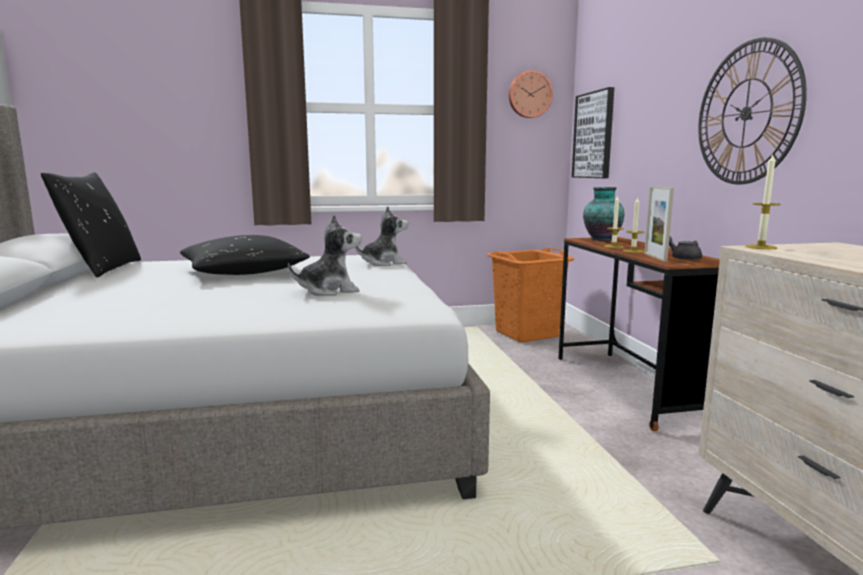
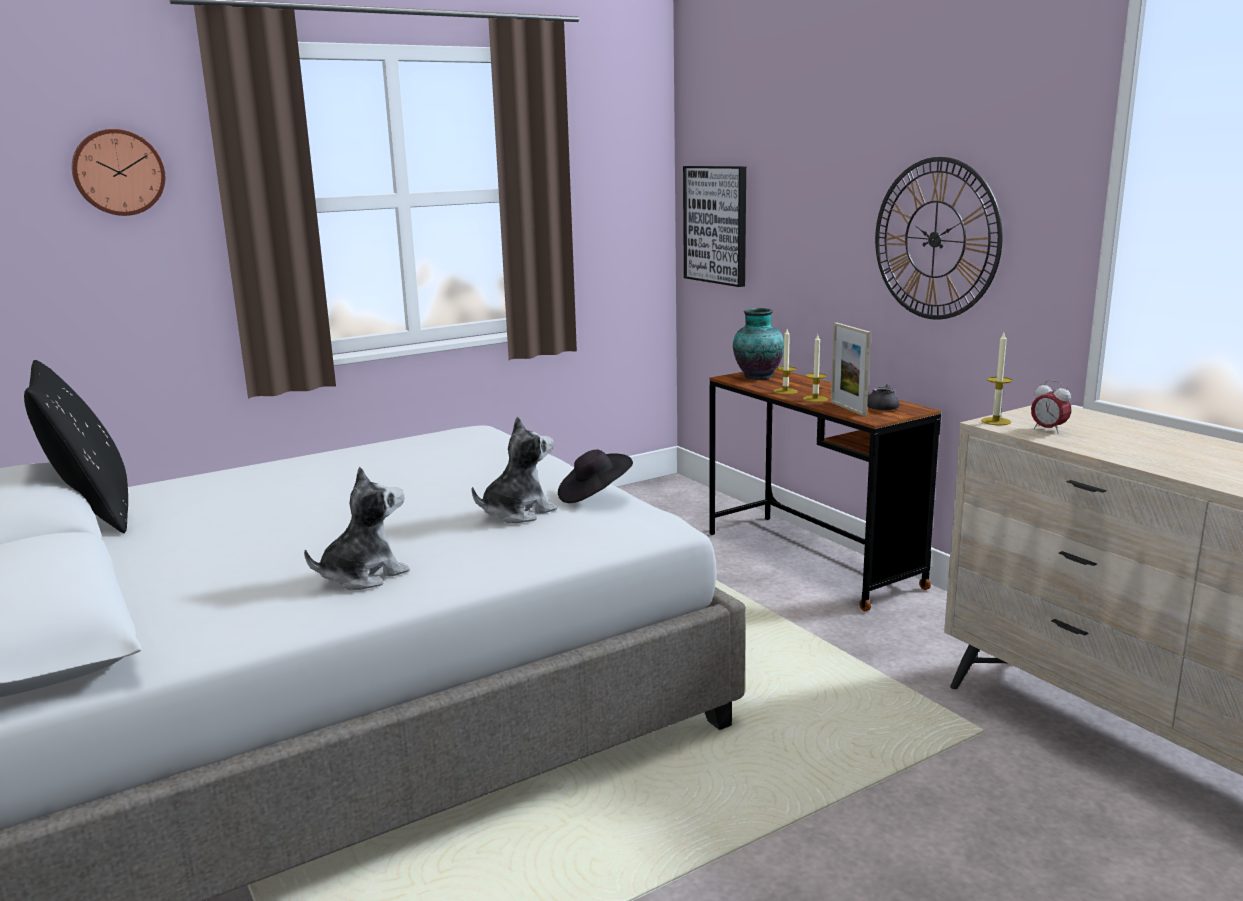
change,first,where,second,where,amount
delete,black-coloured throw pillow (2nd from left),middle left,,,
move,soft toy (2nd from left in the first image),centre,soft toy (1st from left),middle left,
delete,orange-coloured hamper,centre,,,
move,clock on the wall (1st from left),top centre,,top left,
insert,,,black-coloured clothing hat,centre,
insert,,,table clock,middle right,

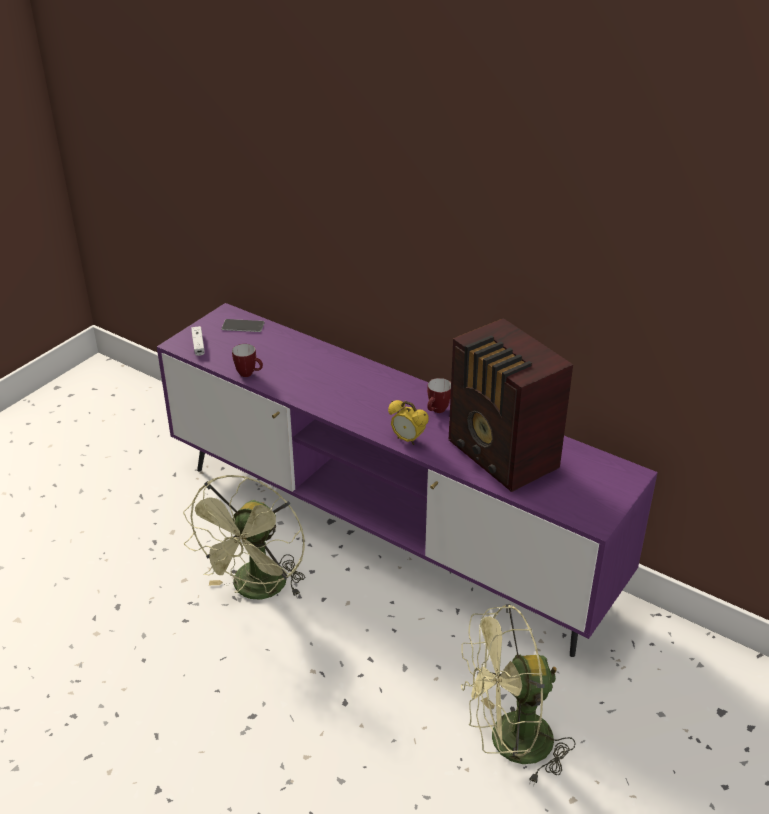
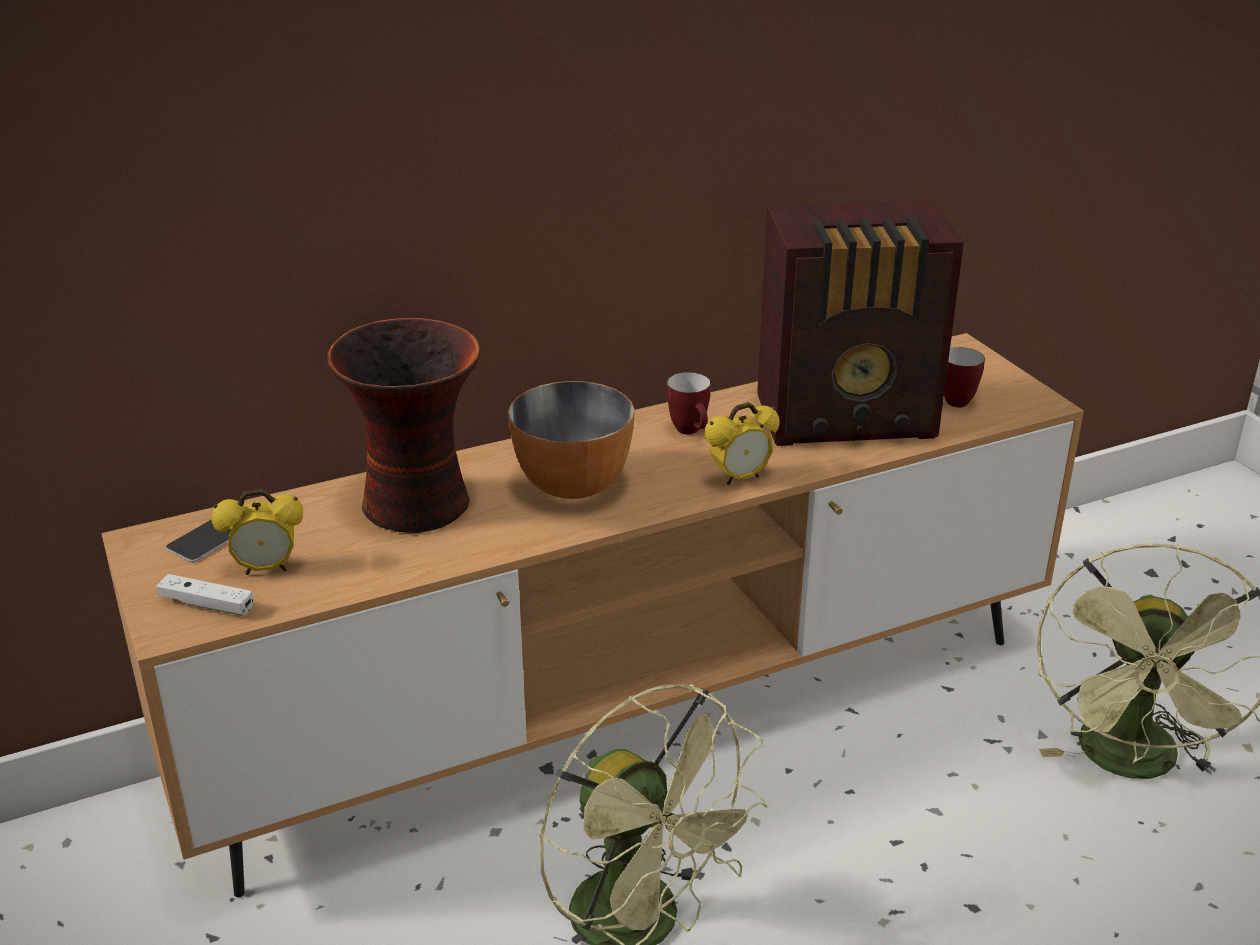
change,first,where,second,where,amount
recolor,purplish media console,centre,brownish media console,centre,
move,coffee mug (1st from left in the first image),middle left,coffee mug (2nd from left),middle right,
insert,,,table clock (1st from left),middle left,
insert,,,decorative vase,middle left,
insert,,,deep dish,centre,

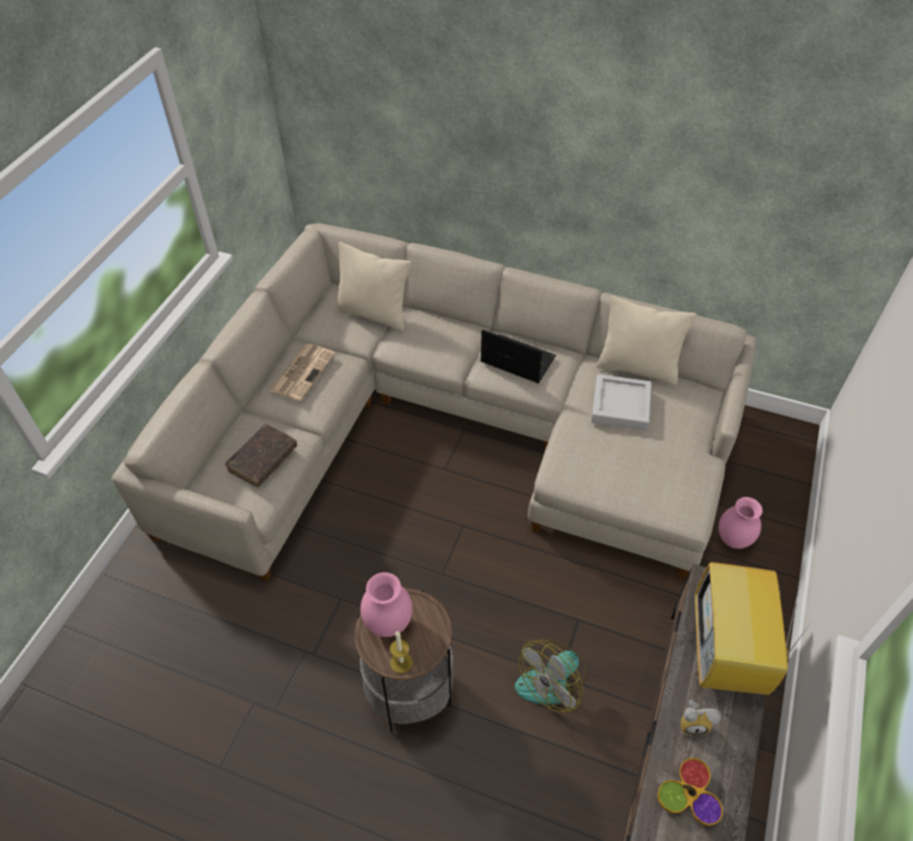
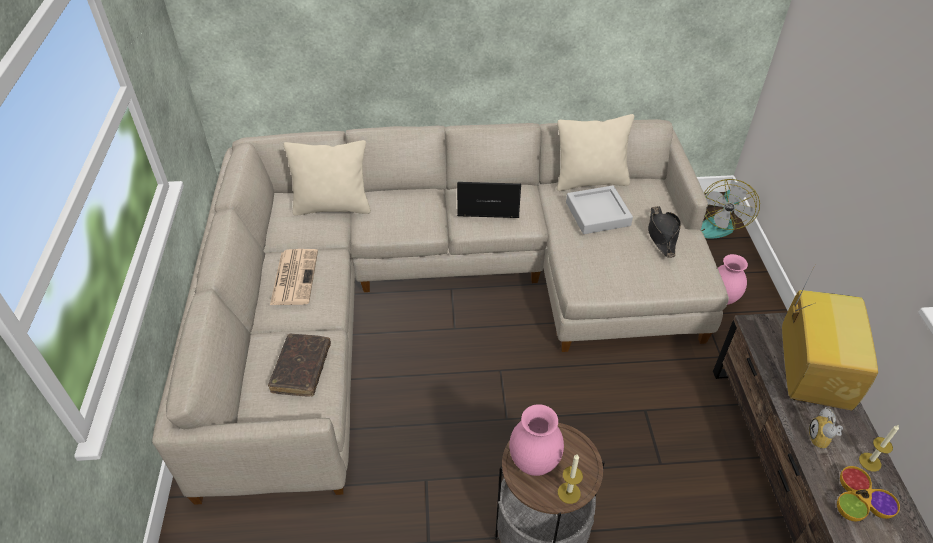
change,first,where,second,where,amount
move,cooling fan,bottom centre,,middle right,
rotate,table clock,bottom right,,bottom right,120 degrees clockwise
rotate,TV,bottom right,,middle right,150 degrees counterclockwise
insert,,,black-coloured clothing hat,middle right,
insert,,,candle (2nd from left),bottom right,

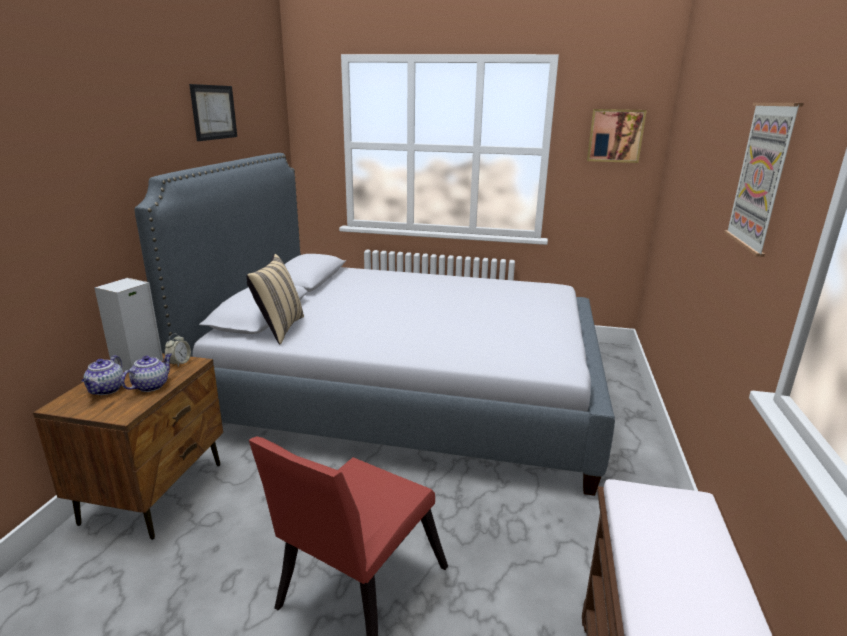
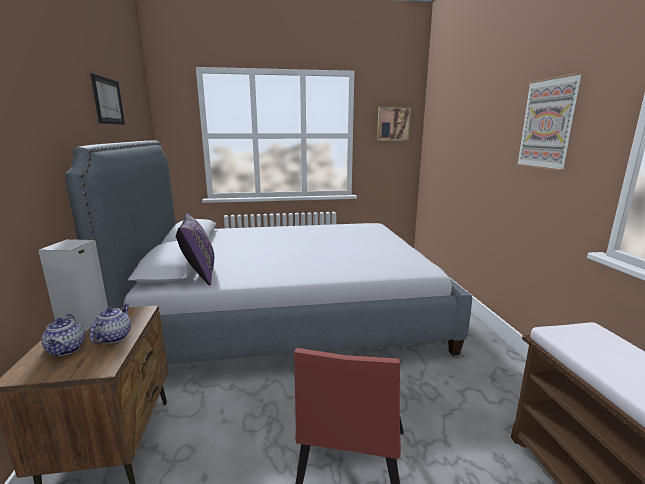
change,first,where,second,where,amount
delete,table clock,middle left,,,
recolor,beige-coloured throw pillow,middle left,purplish throw pillow,middle left,

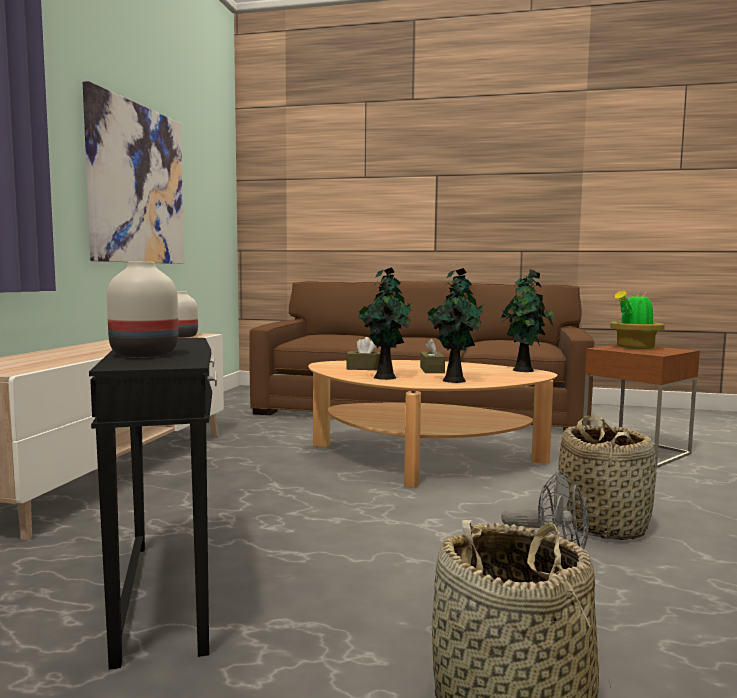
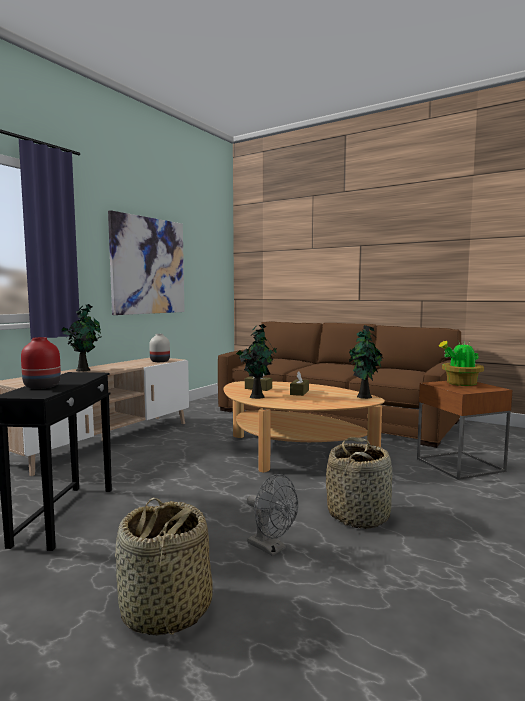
change,first,where,second,where,amount
recolor,white-coloured decorative vase (1st from left),middle left,reddish decorative vase,middle left,
move,plant in a pot (2nd from left in the first image),centre,plant in a pot (1st from left),middle left,

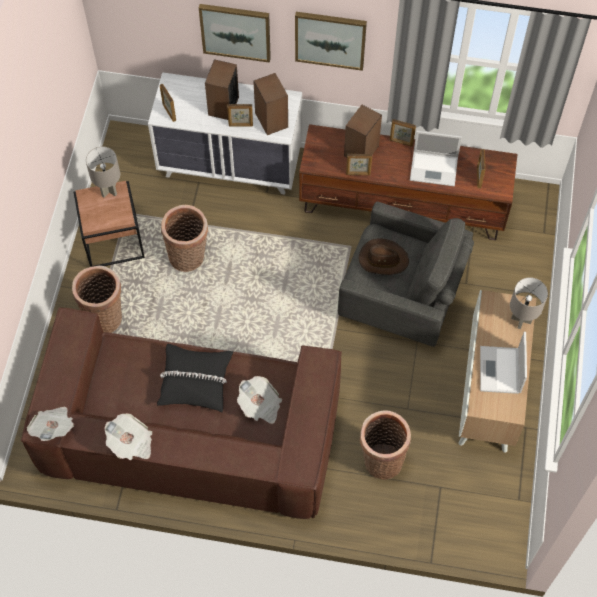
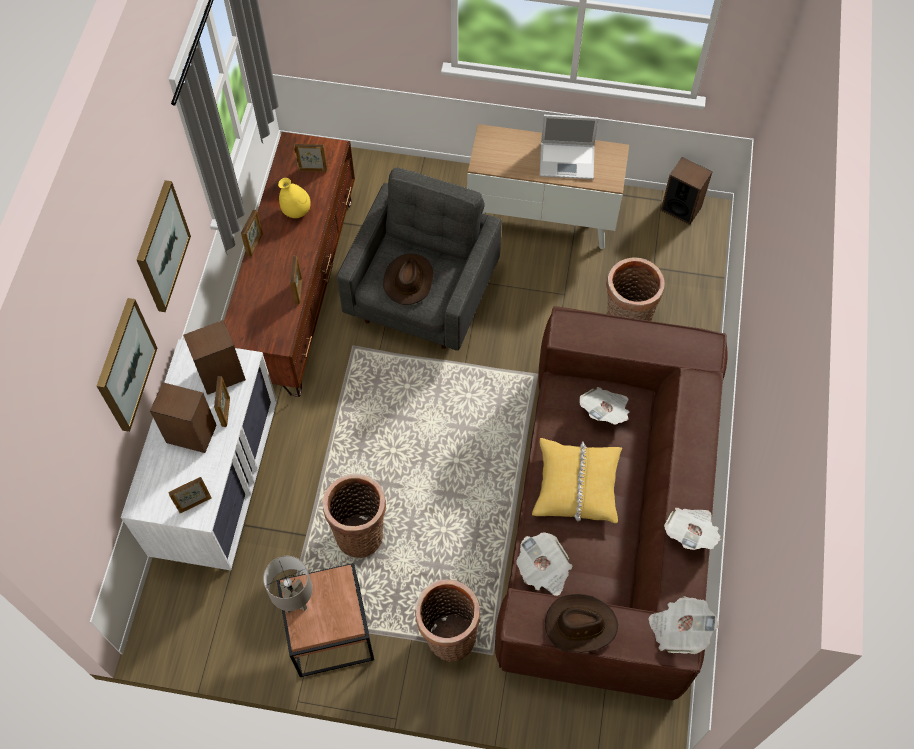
change,first,where,second,where,amount
recolor,black-coloured throw pillow,middle left,yellow-coloured throw pillow,centre,
move,audio speaker (3rd from left),top centre,,top right,
replace,portable computer (1st from left),top right,yellow-coloured decorative vase,top left,
delete,greyish lamp for a table (2nd from left),middle right,,,
insert,,,newspaper (1st from left),bottom centre,
insert,,,brownish clothing hat (2nd from left),bottom centre,

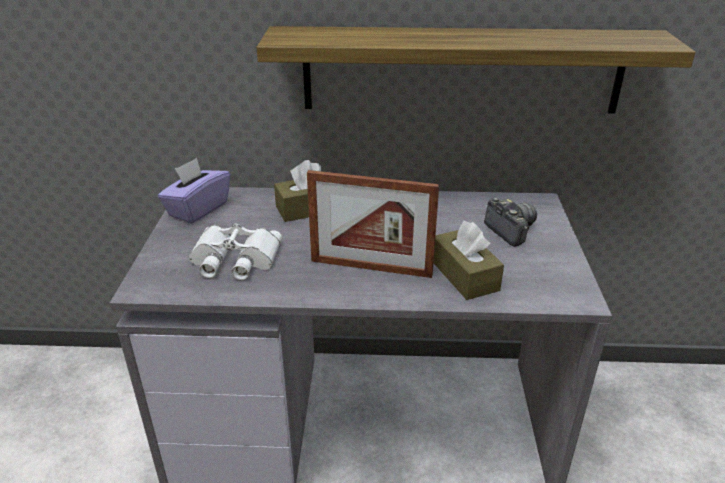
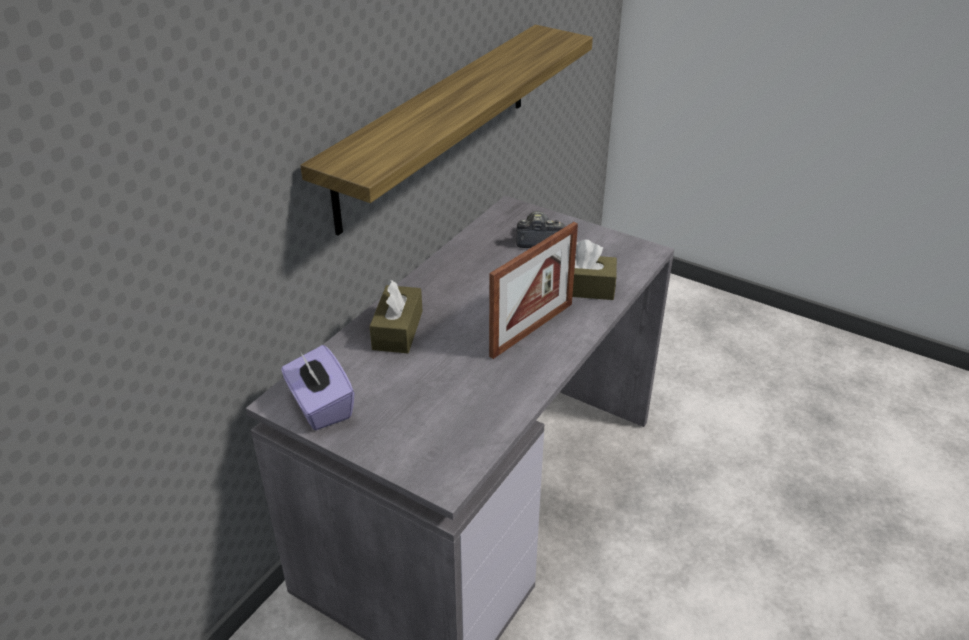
change,first,where,second,where,amount
delete,white-coloured field glasses,middle left,,,

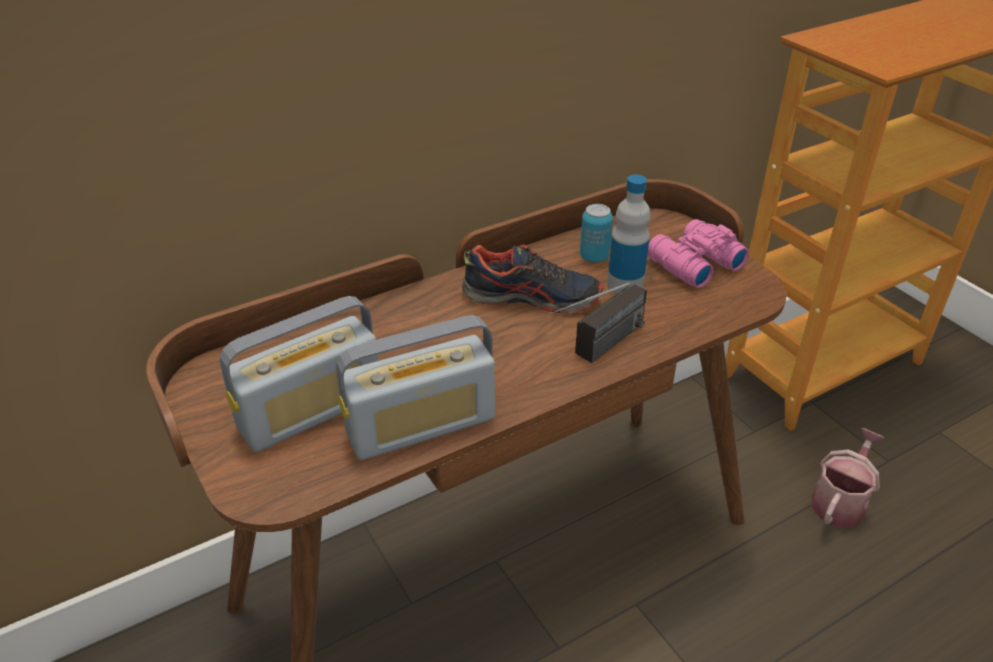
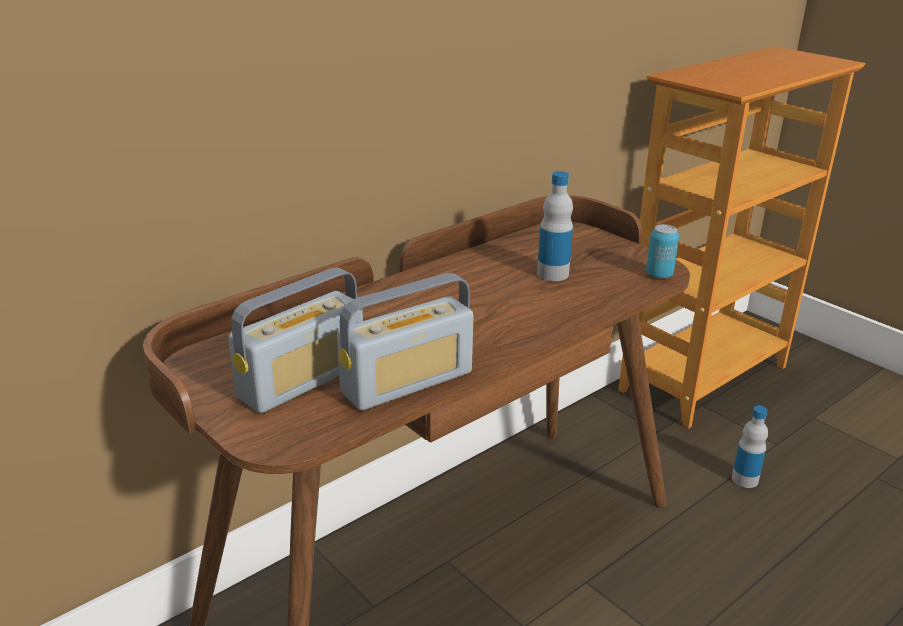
change,first,where,second,where,amount
delete,item of footwear,centre,,,
delete,radio (3rd from left),centre,,,
move,sealed can,centre,,middle right,
delete,pink-coloured field glasses,middle right,,,
replace,sprinkling can,bottom right,drink bottle (2nd from left),bottom right,

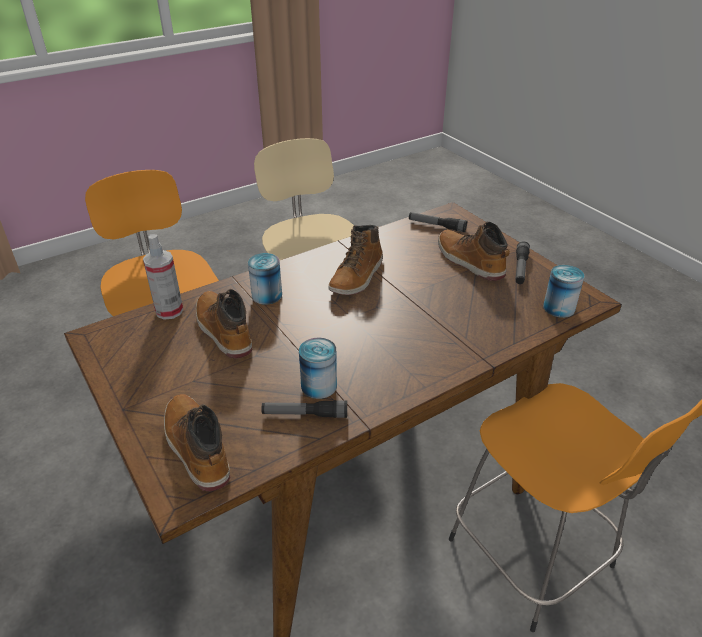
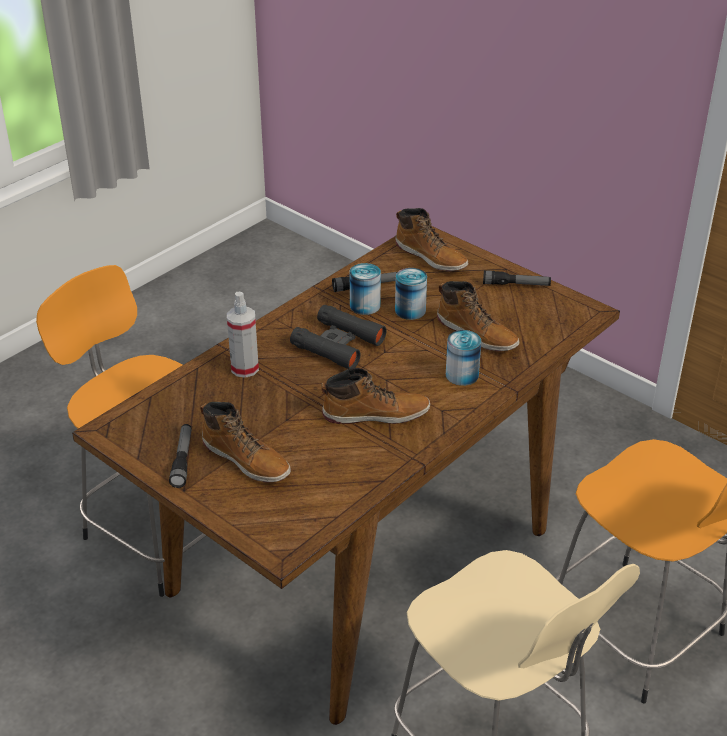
change,first,where,second,where,amount
move,hand sprayer,middle left,,centre,
rotate,tall boot (3rd from left in the first image),centre,tall boot (2nd from left),centre,75 degrees clockwise
move,hand torch (2nd from left in the first image),centre,hand torch (3rd from left),middle right,
move,sealed can (3rd from left in the first image),middle right,sealed can (2nd from left),centre,
insert,,,black-coloured field glasses,centre,

